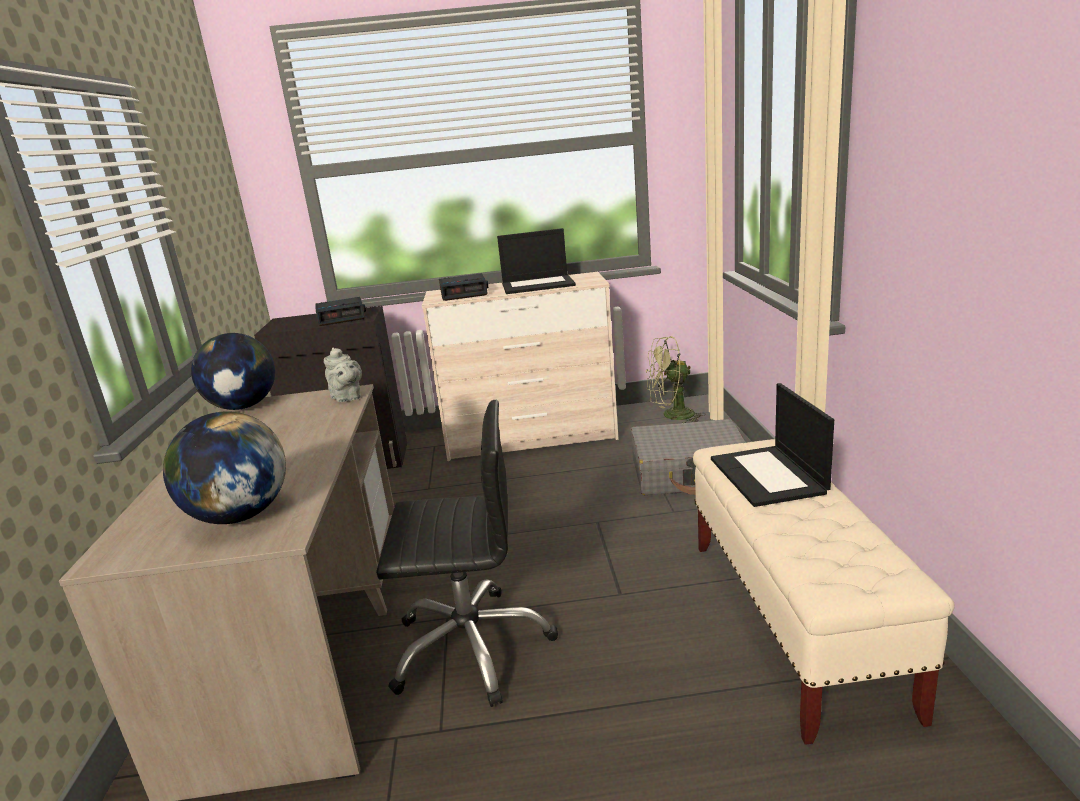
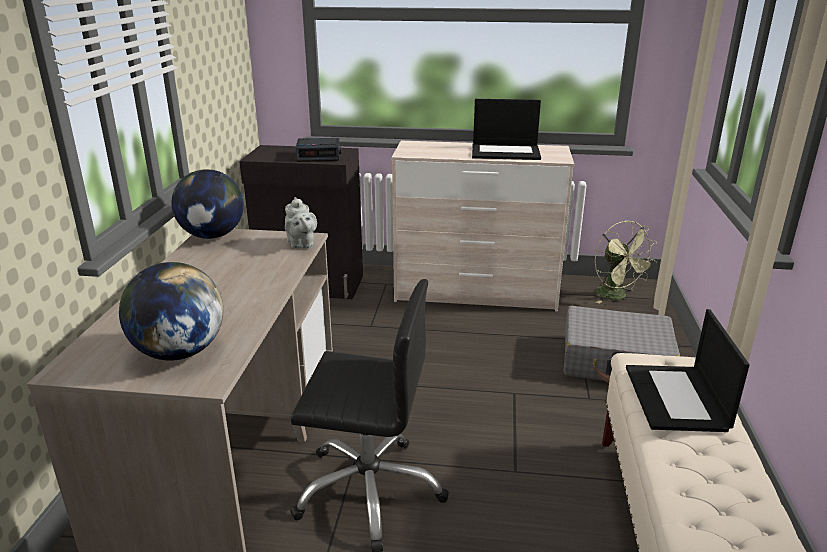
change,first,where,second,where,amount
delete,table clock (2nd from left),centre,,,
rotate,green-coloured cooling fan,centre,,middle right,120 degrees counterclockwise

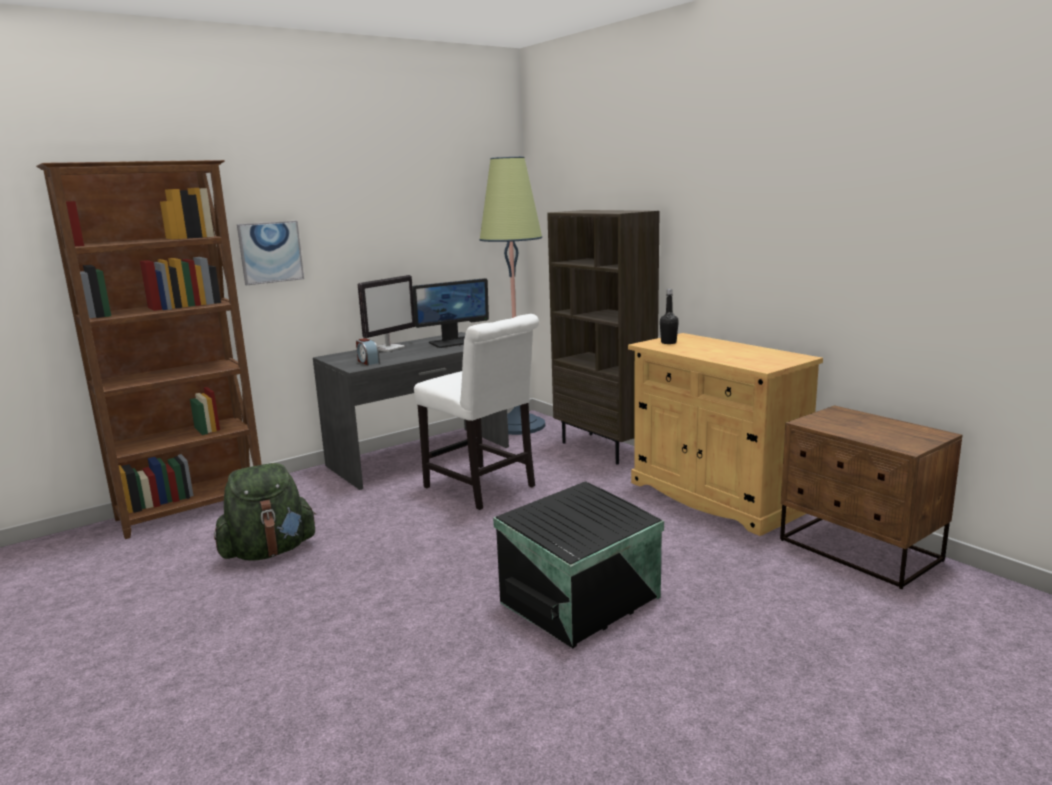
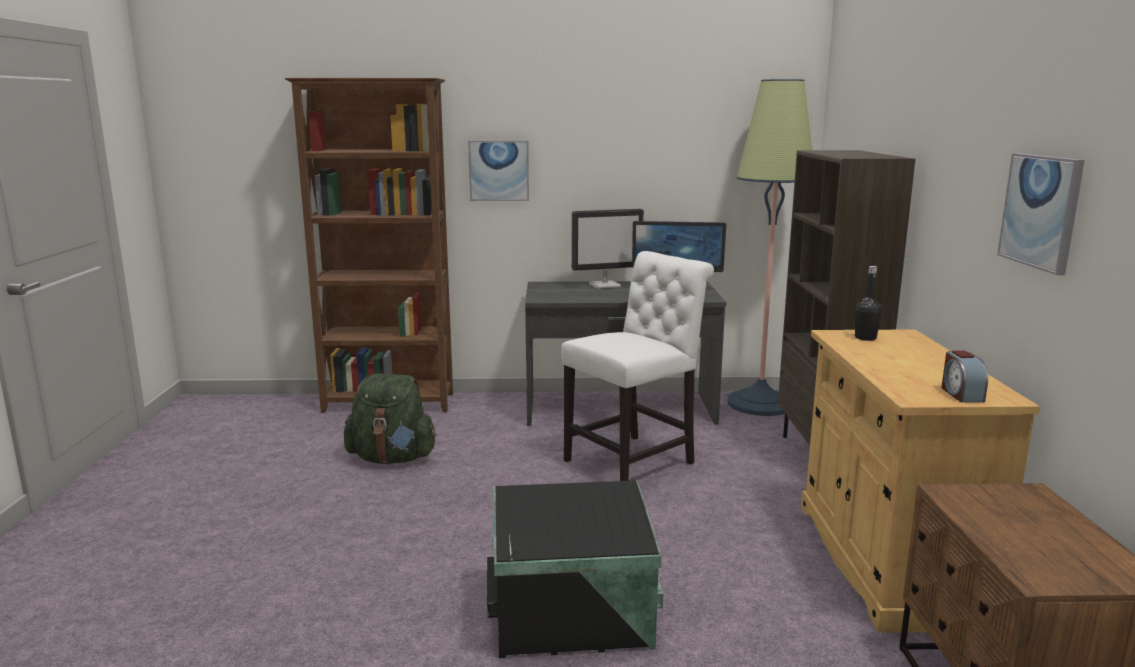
change,first,where,second,where,amount
move,table clock,centre,,middle right,
rotate,white-coloured chair,centre,,centre,120 degrees counterclockwise
insert,,,wall picture (2nd from left),top right,

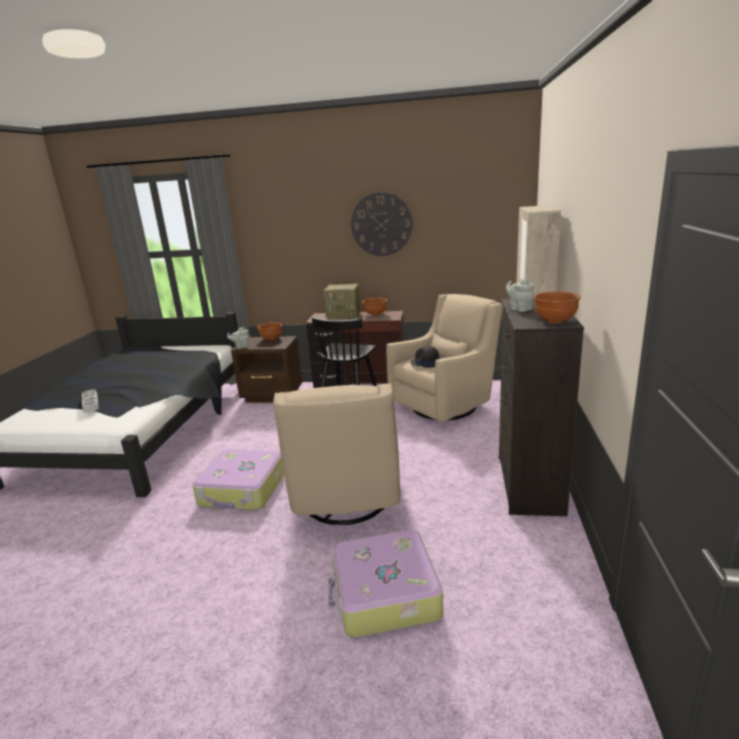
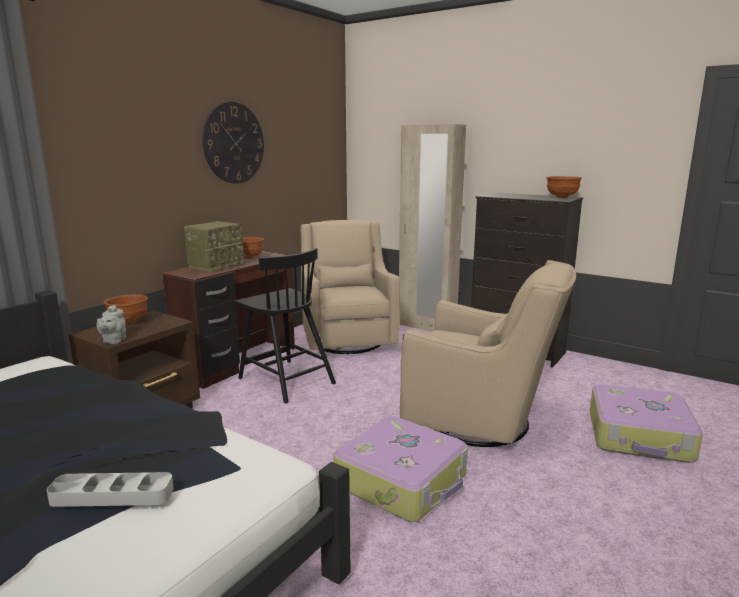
change,first,where,second,where,amount
delete,black-coloured clothing hat,centre,,,
delete,greyish teapot (2nd from left),middle right,,,

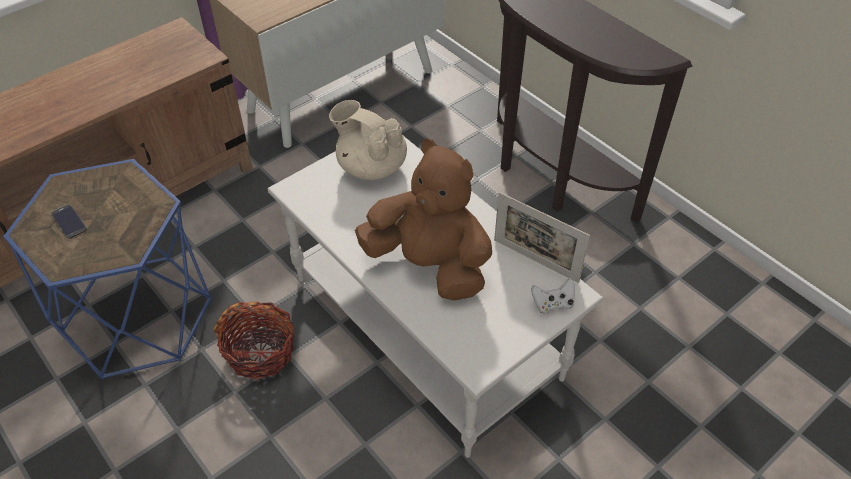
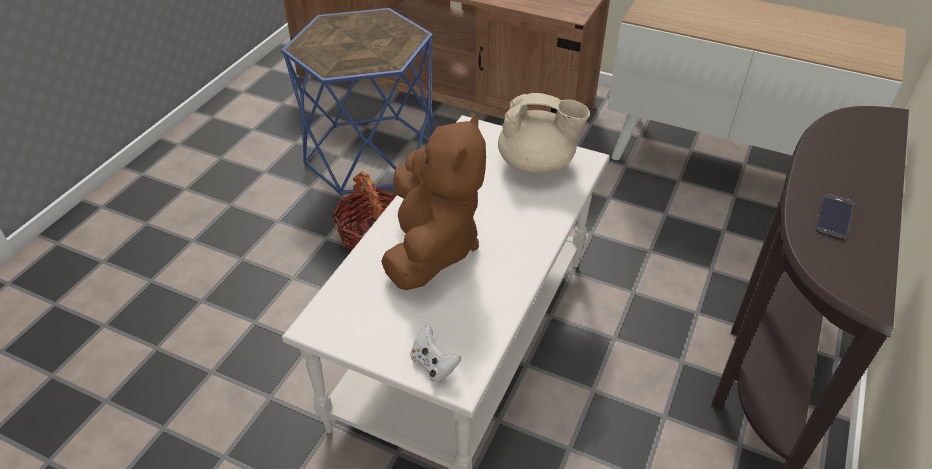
change,first,where,second,where,amount
move,handset,middle left,,middle right,
rotate,beige-coloured teapot,top centre,,top centre,90 degrees clockwise
delete,standing frame,centre,,,

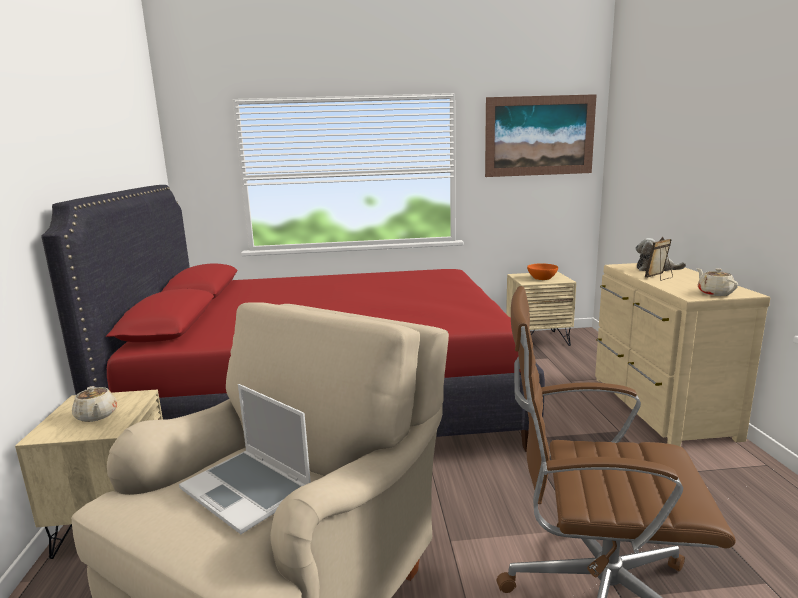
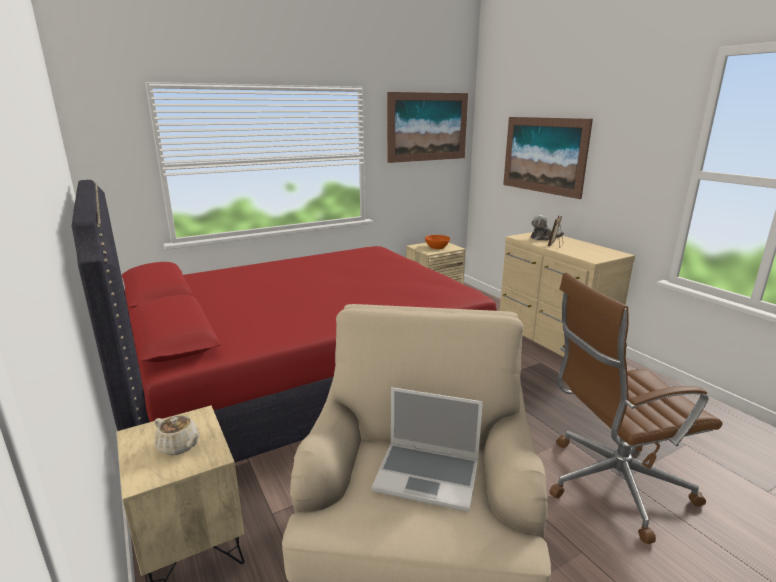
change,first,where,second,where,amount
delete,beige-coloured teapot (2nd from left),middle right,,,
insert,,,wall picture (2nd from left),top right,

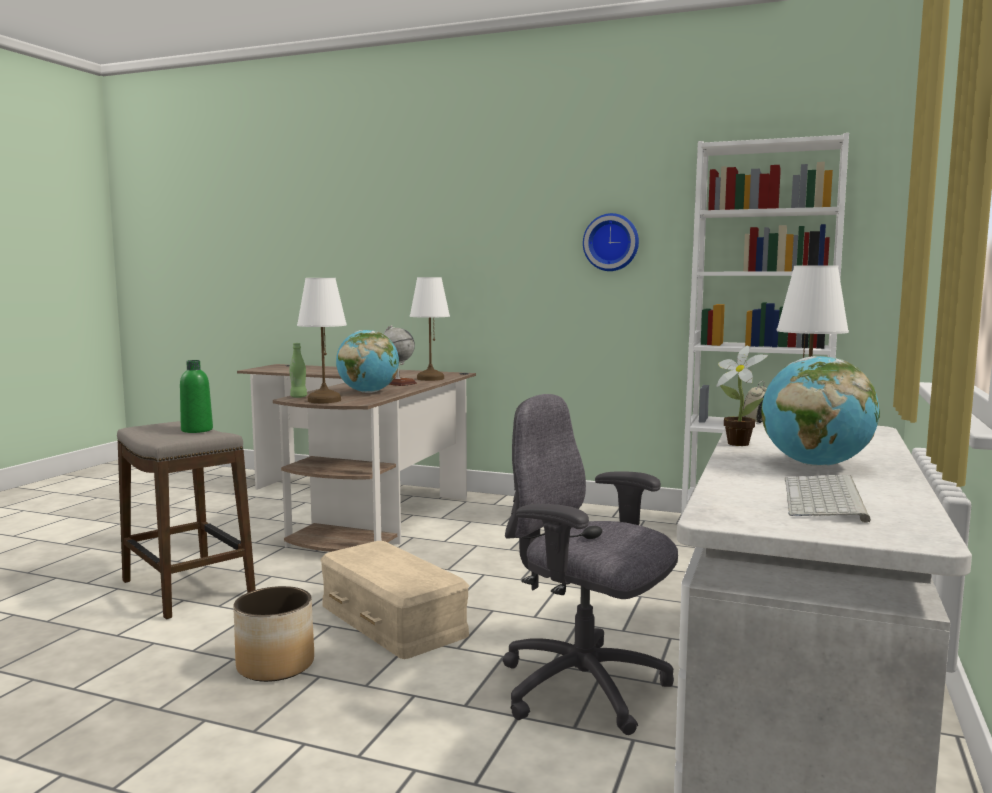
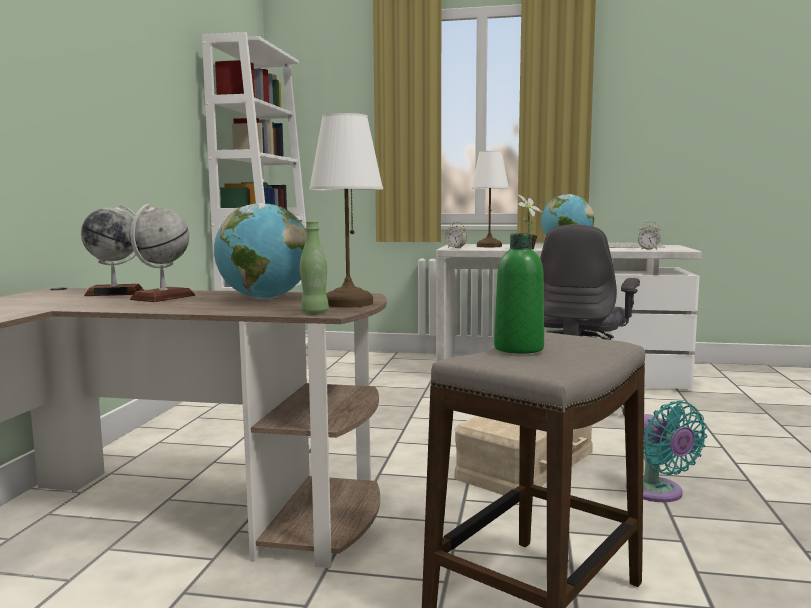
change,first,where,second,where,amount
replace,planter,bottom left,turquoise-coloured cooling fan,bottom right,
replace,white-coloured lamp for a table (2nd from left),centre,desk globe (1st from left),middle left,
delete,clock on the wall,top centre,,,
insert,,,table clock (2nd from left),middle right,

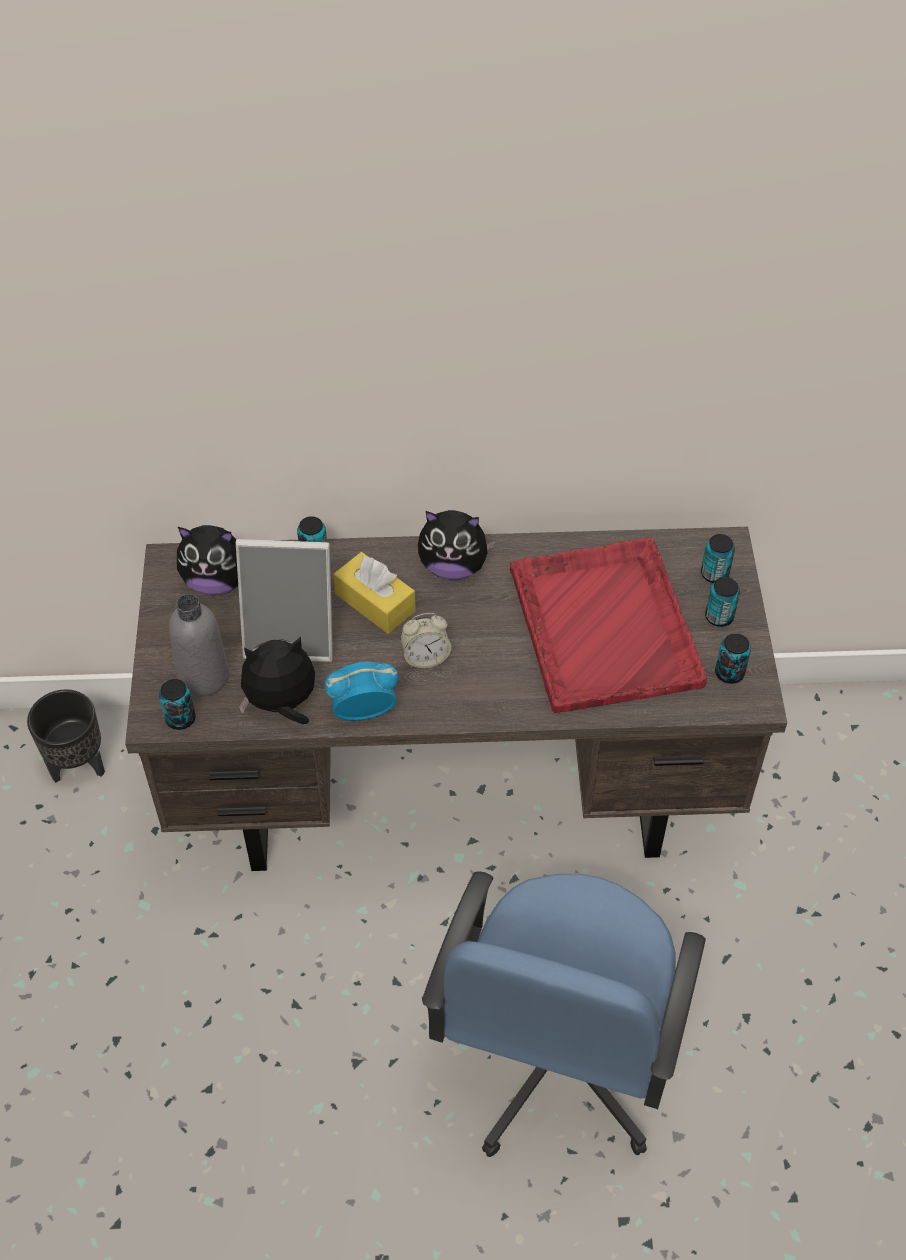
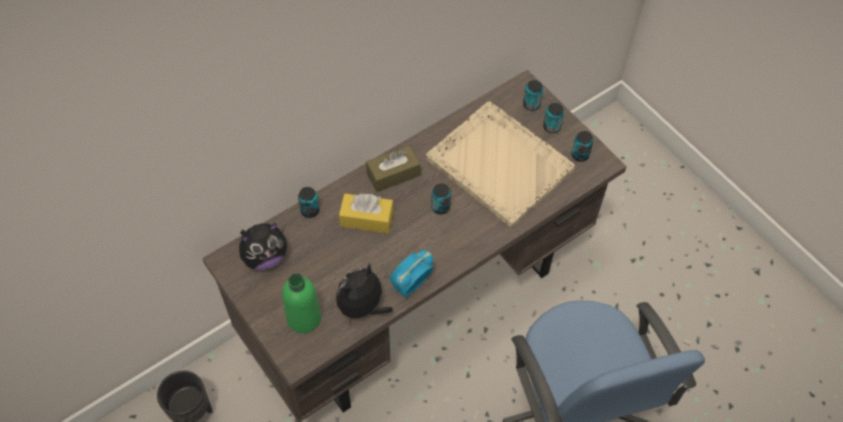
change,first,where,second,where,amount
move,sealed can (1st from left in the first image),middle left,sealed can (2nd from left),centre,
recolor,greyish drink bottle,middle left,green-coloured drink bottle,bottom centre,
delete,standing frame,middle left,,,
delete,table clock (2nd from left),centre,,,
replace,soft toy (3rd from left),centre,brownish tissue box,centre,
recolor,reddish serving tray,middle right,beige-coloured serving tray,centre,

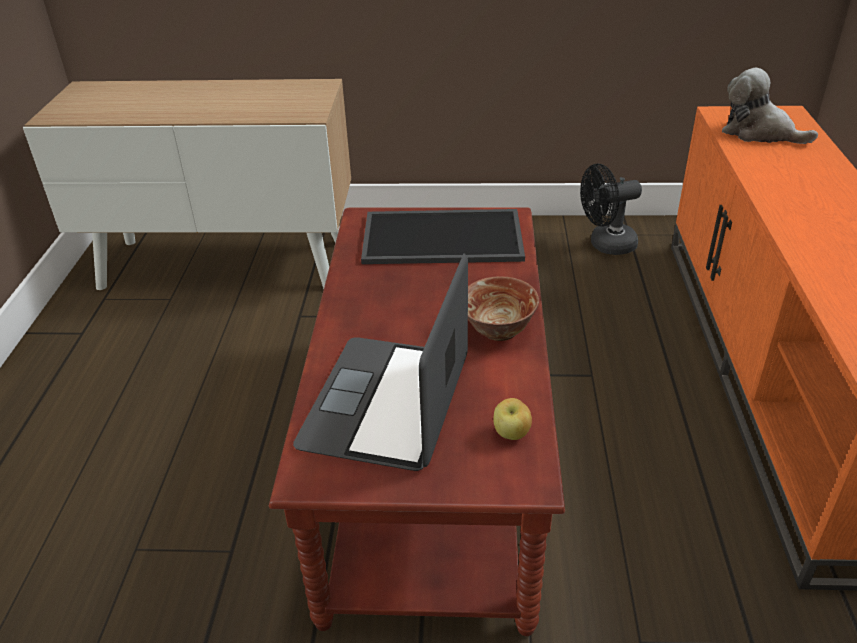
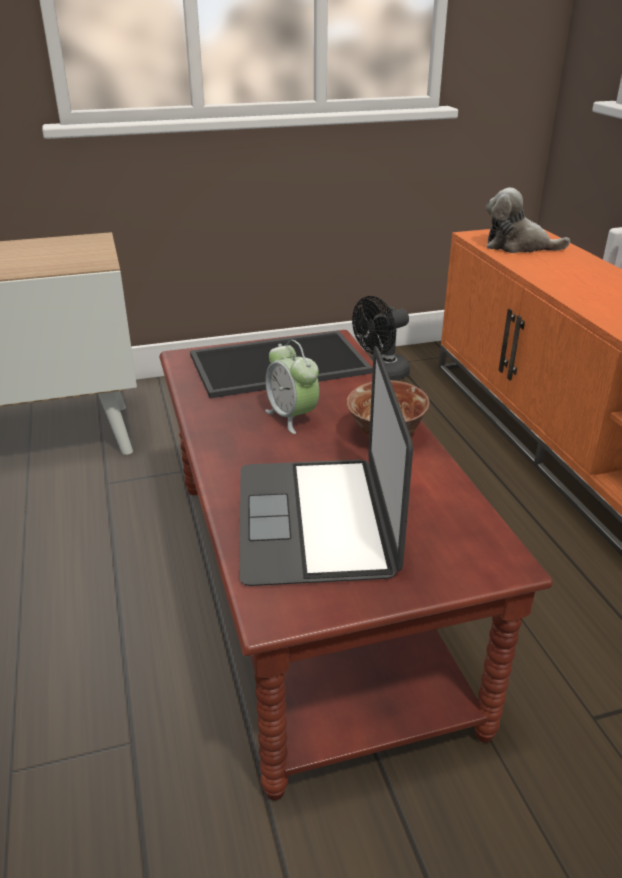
change,first,where,second,where,amount
delete,apple fruit,centre,,,
insert,,,table clock,centre,

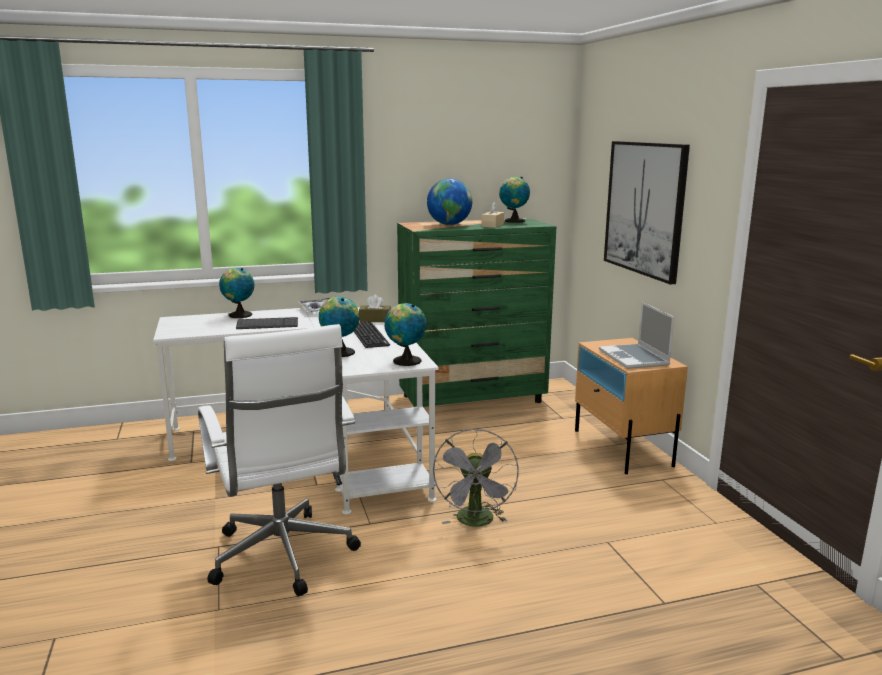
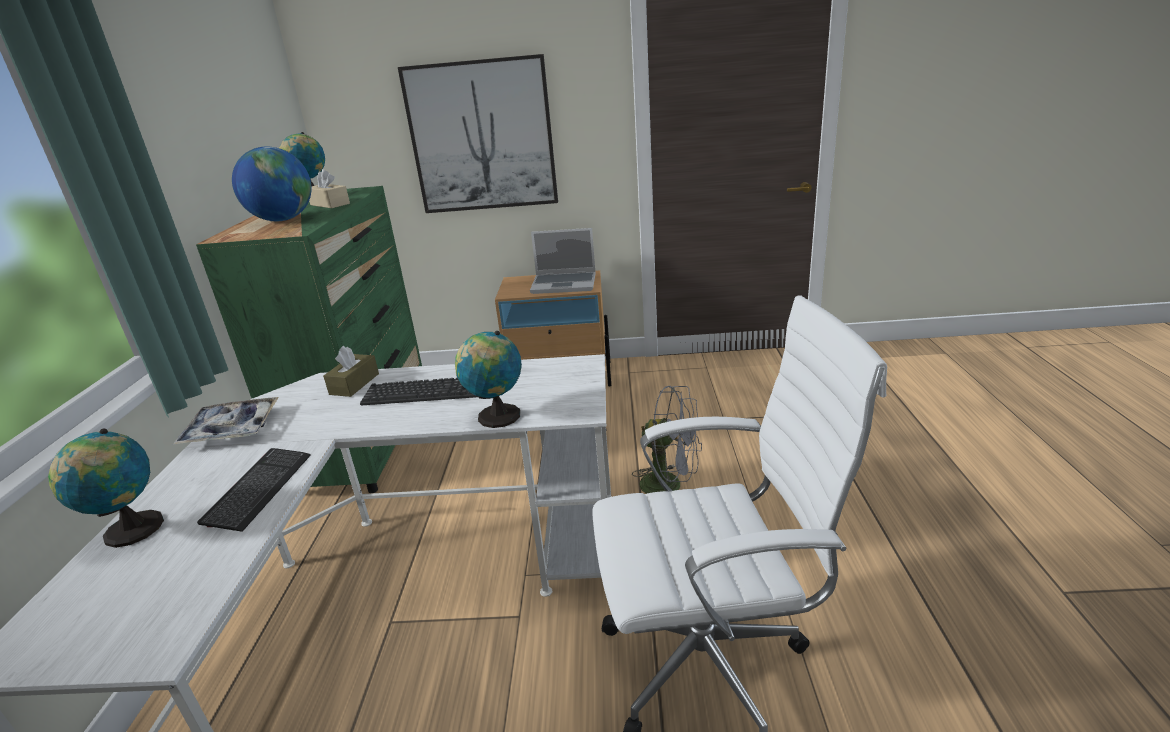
change,first,where,second,where,amount
delete,desk globe (3rd from left),centre,,,

